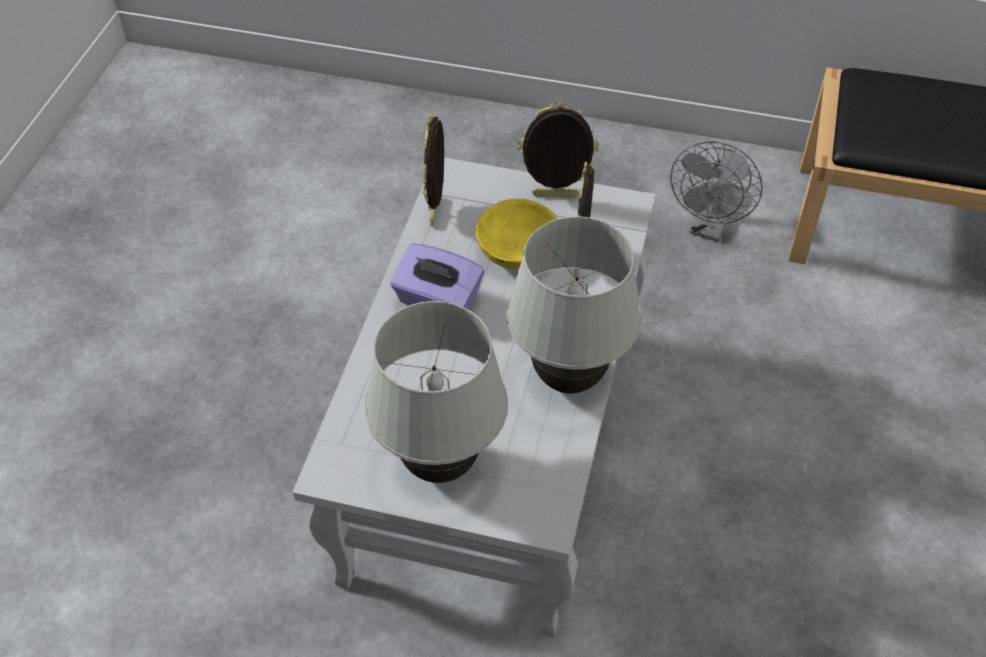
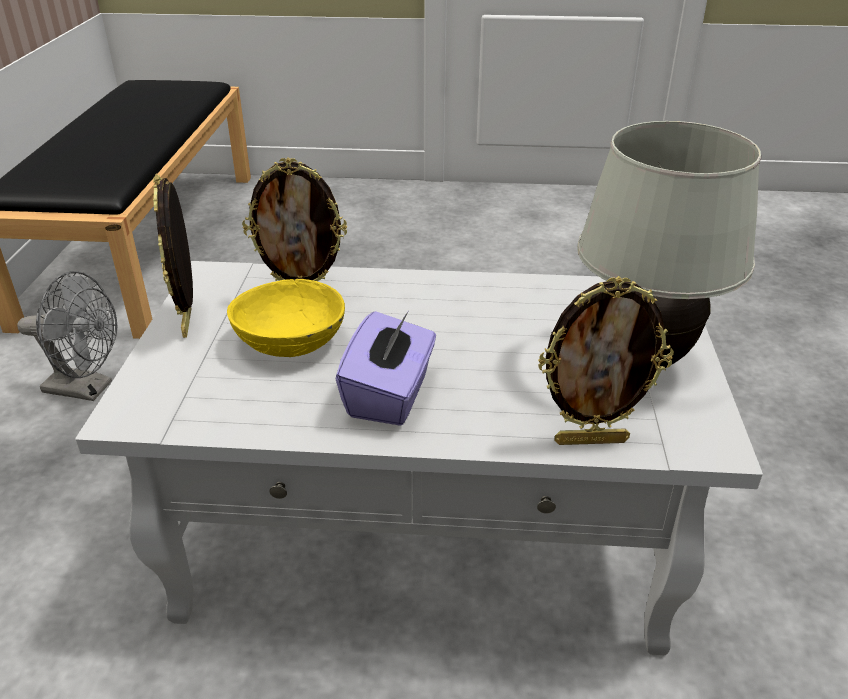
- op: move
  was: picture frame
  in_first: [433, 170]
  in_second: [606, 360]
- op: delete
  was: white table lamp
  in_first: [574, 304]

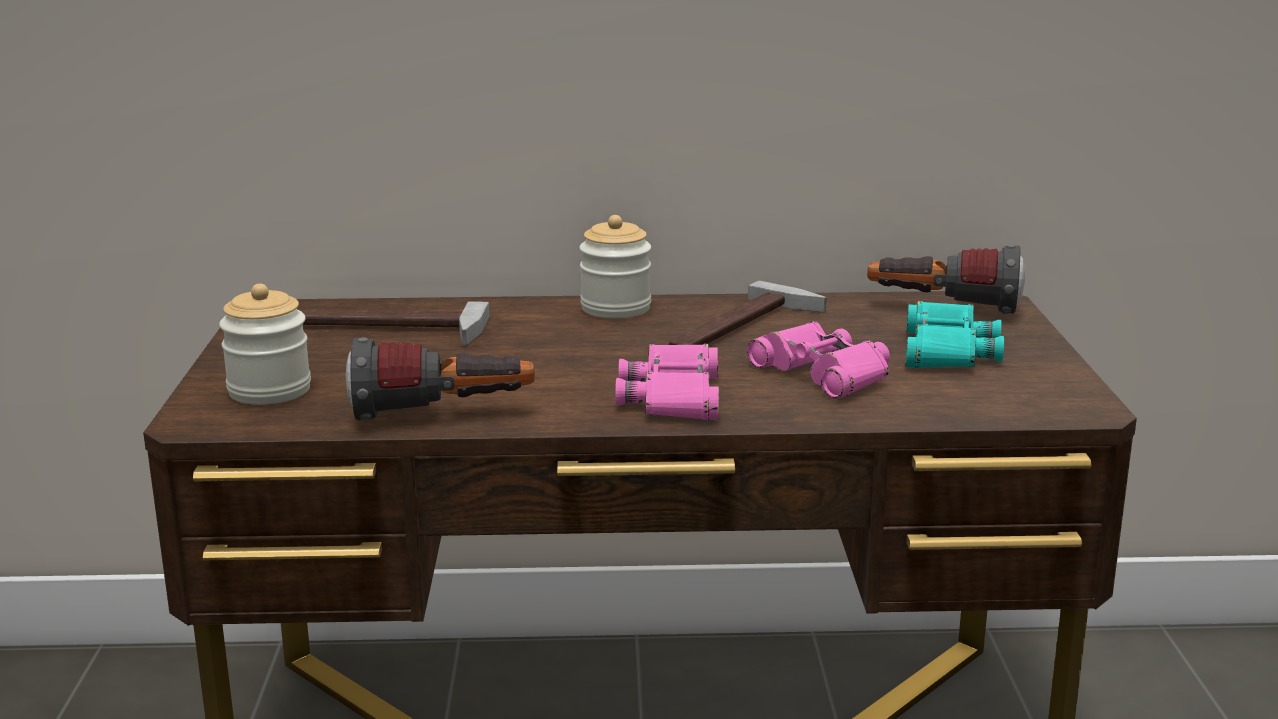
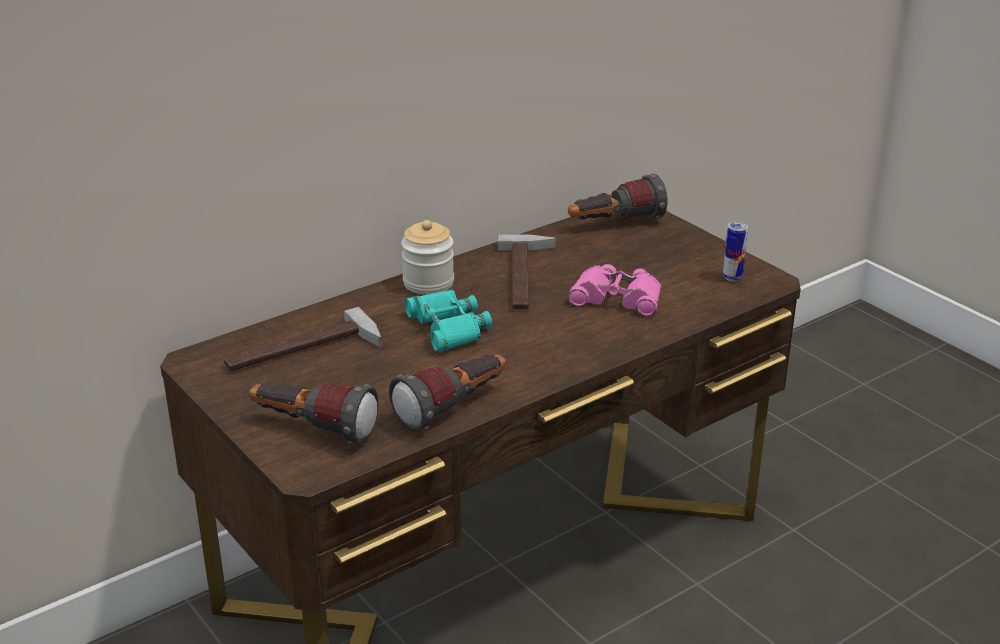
- op: replace
  was: jar
  now: flashlight
  in_first: [265, 344]
  in_second: [314, 413]
- op: move
  was: turquoise binoculars
  in_first: [955, 334]
  in_second: [448, 320]
- op: insert
  now: can
  in_second: [735, 251]
- op: delete
  was: pink binoculars
  in_first: [667, 382]

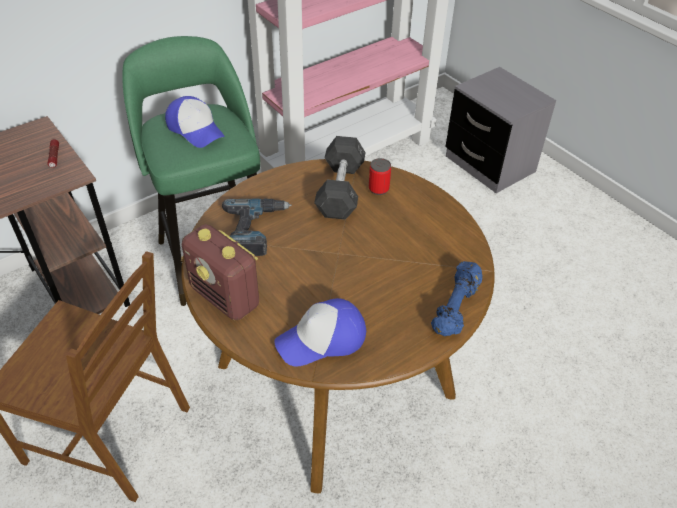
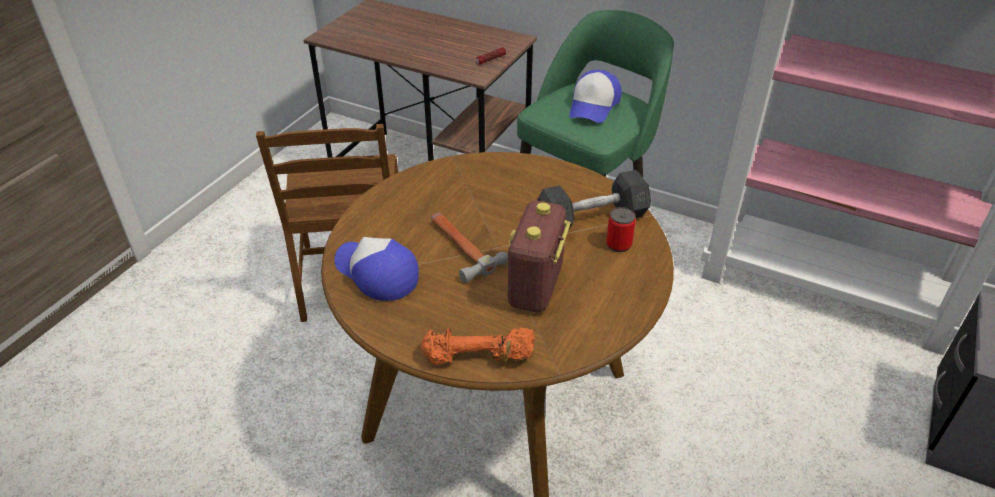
- op: recolor
  was: blue dumbbell
  now: orange dumbbell
  in_first: [457, 298]
  in_second: [478, 346]
- op: insert
  now: hammer
  in_second: [469, 248]
- op: move
  was: radio
  in_first: [220, 272]
  in_second: [539, 256]
- op: delete
  was: power drill
  in_first: [257, 227]

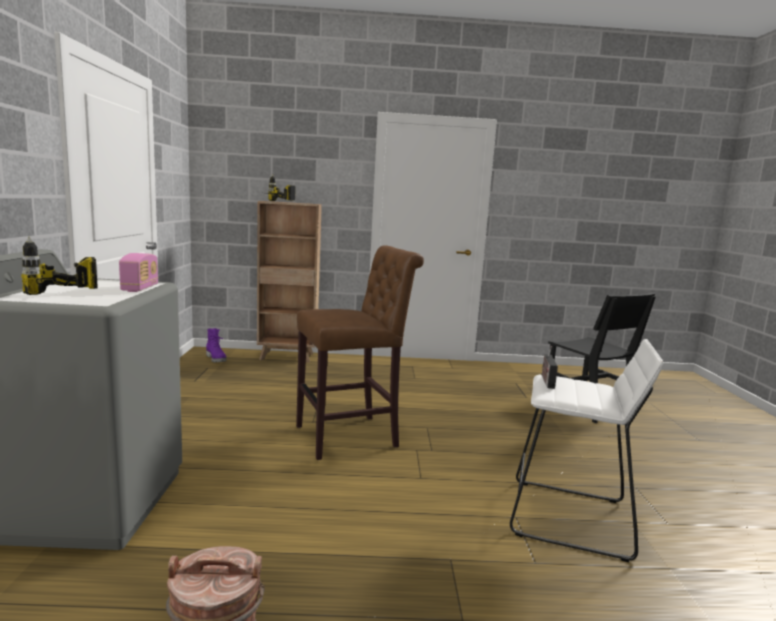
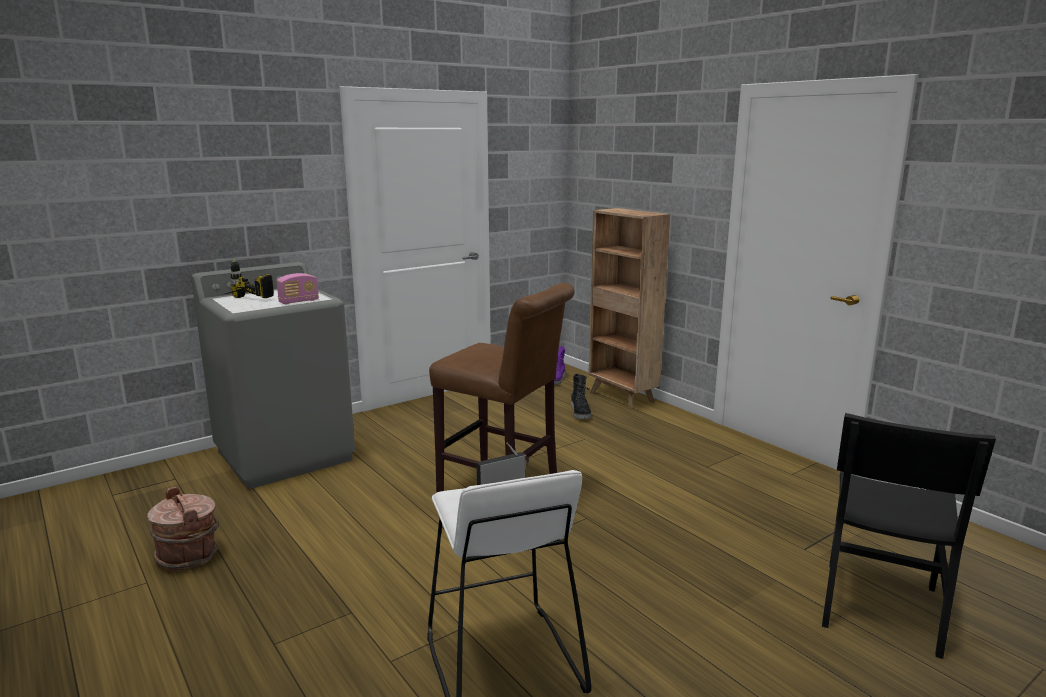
- op: insert
  now: black boot
  in_second: [581, 396]
- op: delete
  was: power drill
  in_first: [281, 187]

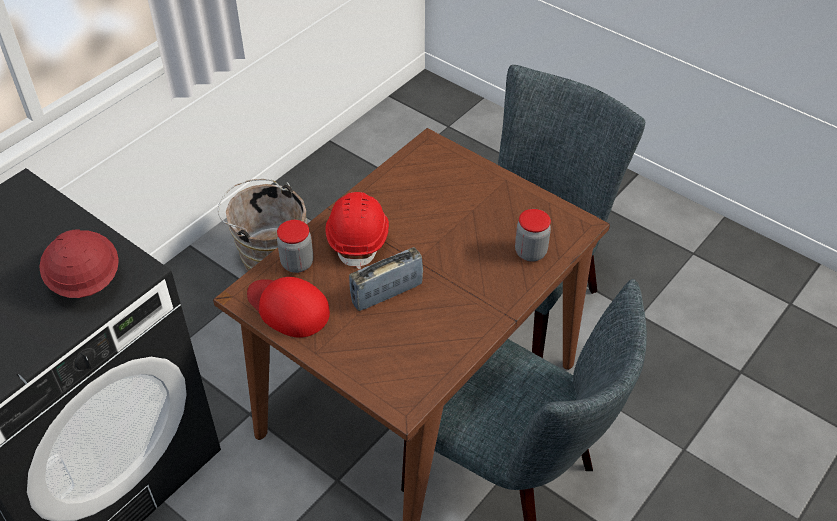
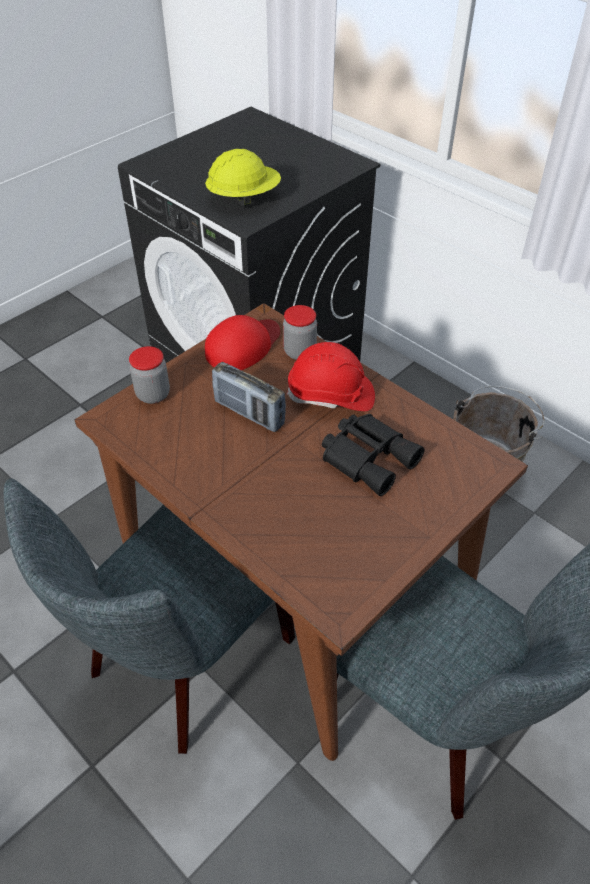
- op: move
  was: jar
  in_first: [533, 235]
  in_second: [149, 375]
- op: recolor
  was: red hard hat
  now: yellow hard hat
  in_first: [79, 264]
  in_second: [243, 177]
- op: rotate
  was: radio
  in_first: [386, 279]
  in_second: [249, 397]
  clockwise: 150
- op: insert
  now: black binoculars
  in_second: [373, 455]

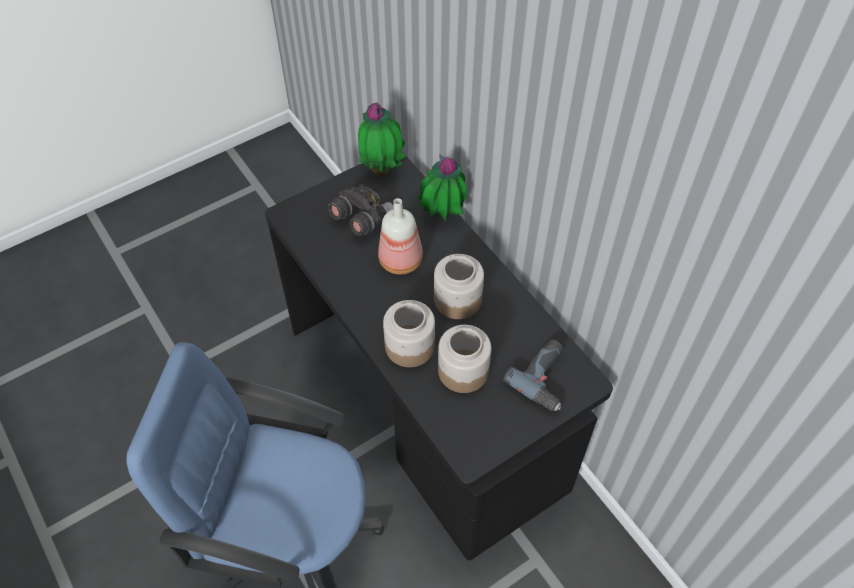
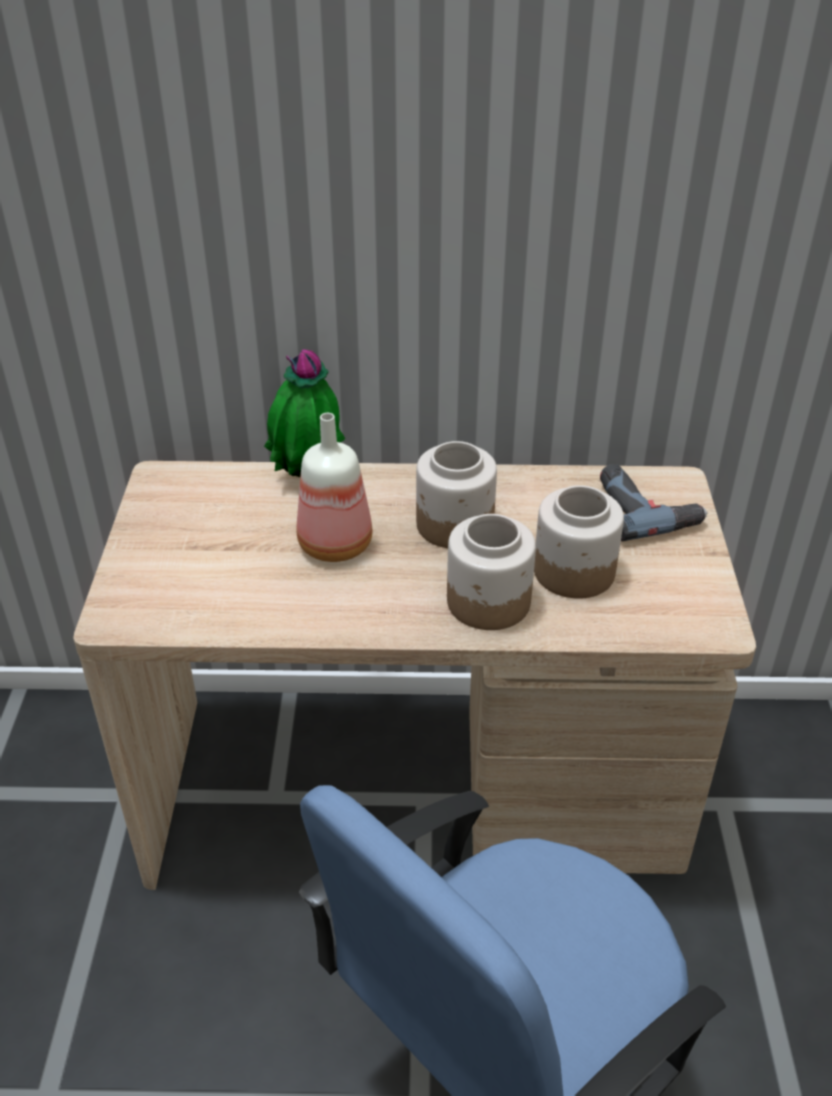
- op: recolor
  was: black desk
  now: beige desk
  in_first: [439, 358]
  in_second: [414, 675]
- op: delete
  was: grey binoculars
  in_first: [361, 210]
- op: delete
  was: potted plant
  in_first: [382, 139]

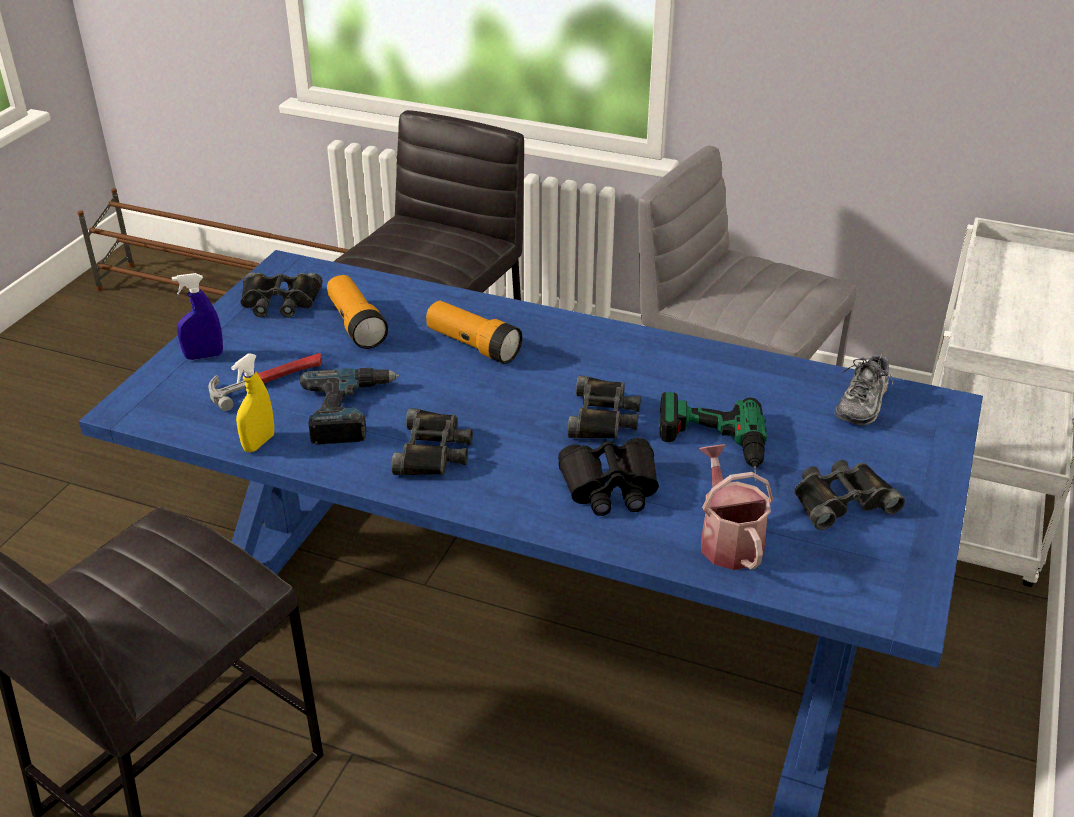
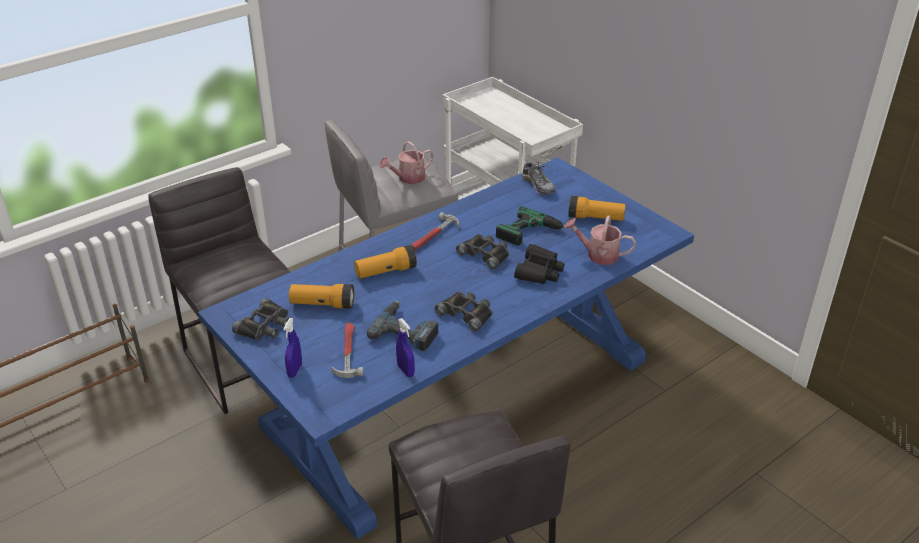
- op: insert
  now: watering can
  in_second: [406, 162]
- op: recolor
  was: yellow spray bottle
  now: blue spray bottle
  in_first: [252, 402]
  in_second: [405, 347]
- op: insert
  now: hammer
  in_second: [435, 231]
- op: replace
  was: black binoculars
  now: flashlight
  in_first: [849, 495]
  in_second: [597, 208]

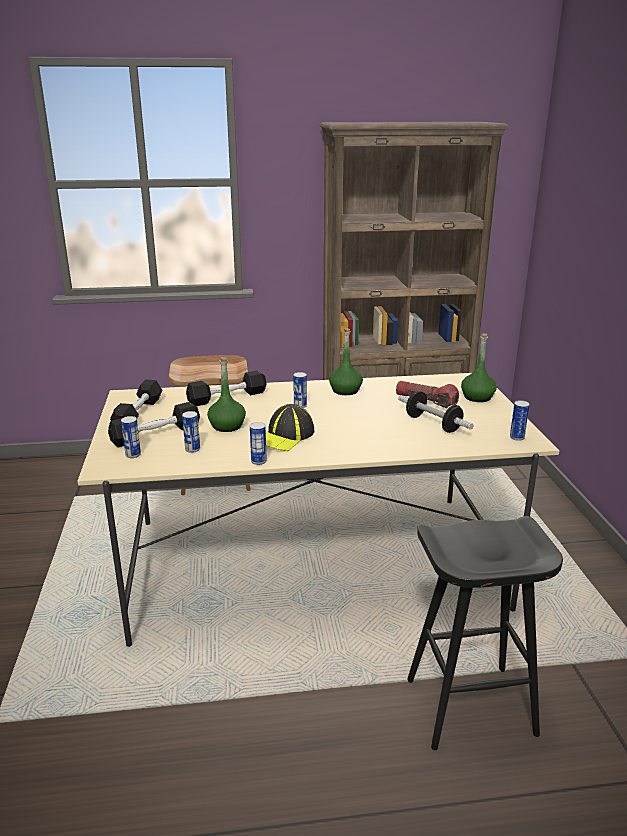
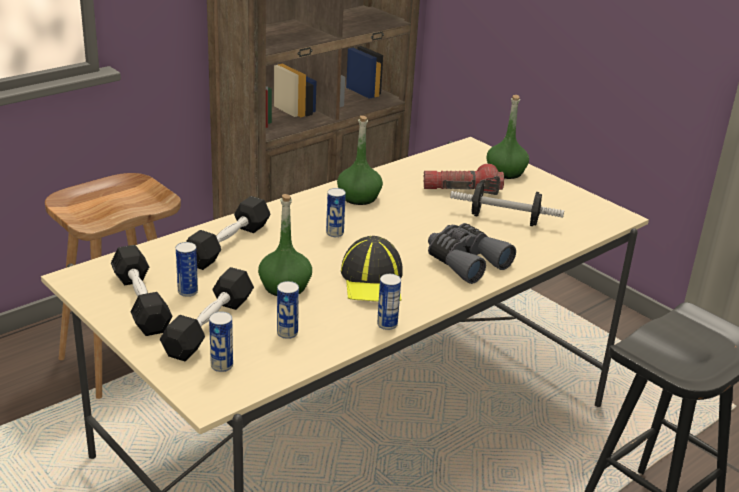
- op: move
  was: can
  in_first: [520, 420]
  in_second: [187, 269]
- op: insert
  now: grey binoculars
  in_second: [472, 253]

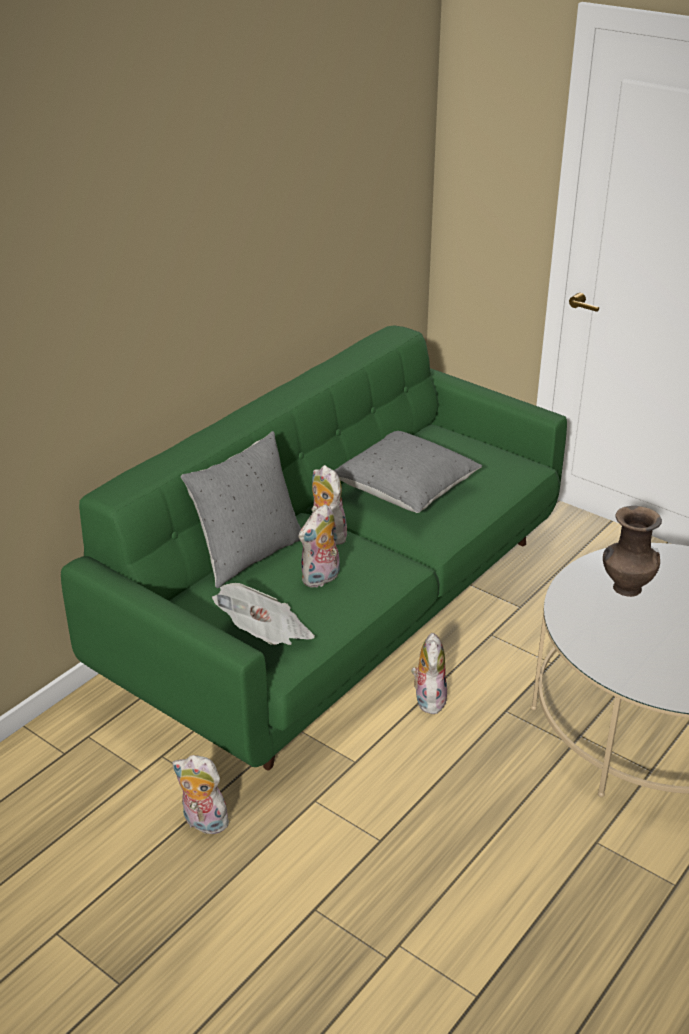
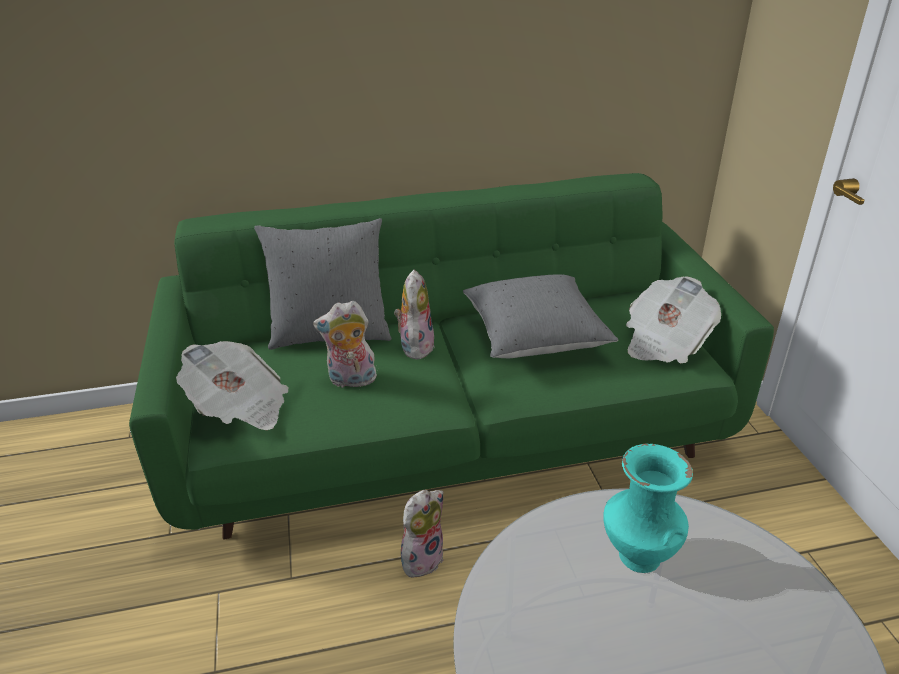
- op: recolor
  was: brown vase
  now: turquoise vase
  in_first: [632, 551]
  in_second: [648, 508]
- op: insert
  now: newspaper
  in_second: [673, 319]
- op: delete
  was: plush toy
  in_first: [200, 794]

